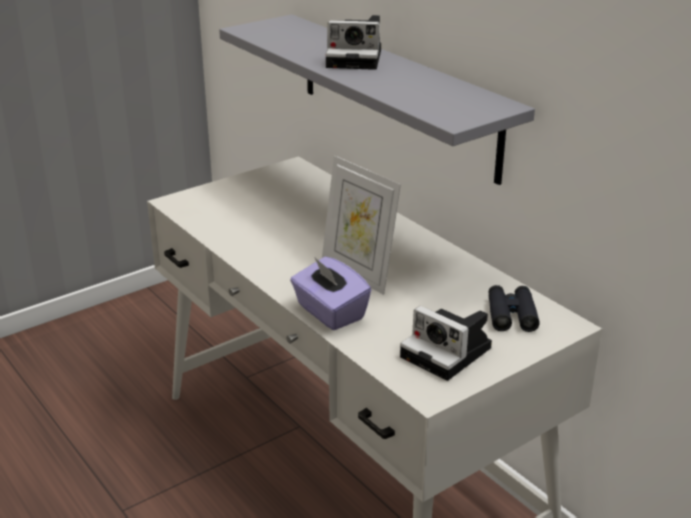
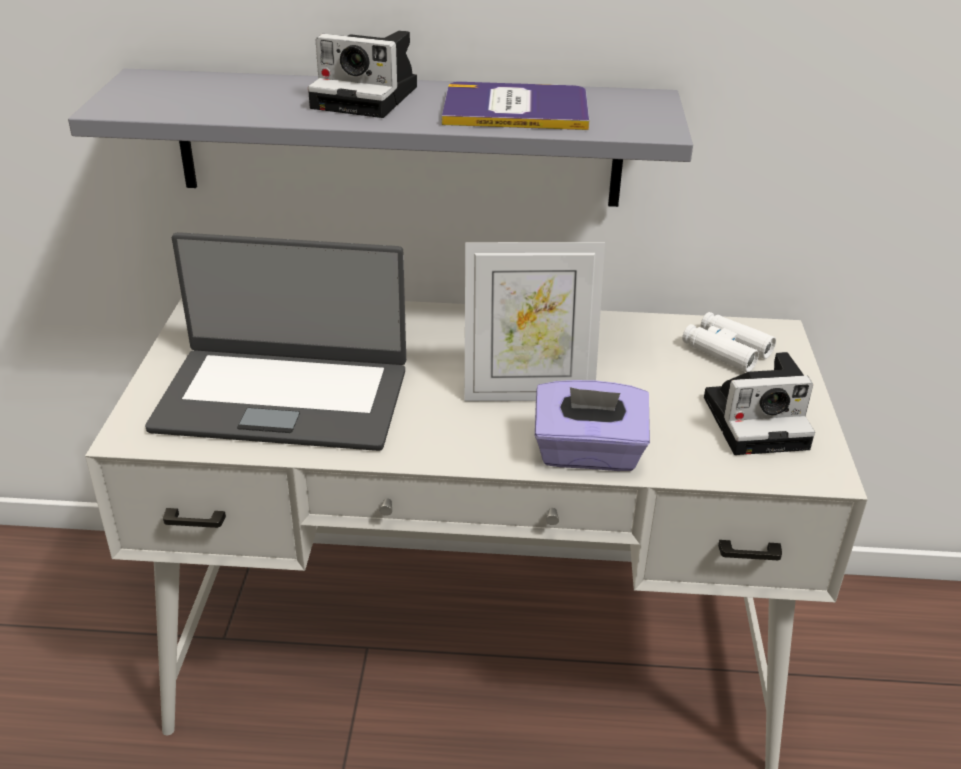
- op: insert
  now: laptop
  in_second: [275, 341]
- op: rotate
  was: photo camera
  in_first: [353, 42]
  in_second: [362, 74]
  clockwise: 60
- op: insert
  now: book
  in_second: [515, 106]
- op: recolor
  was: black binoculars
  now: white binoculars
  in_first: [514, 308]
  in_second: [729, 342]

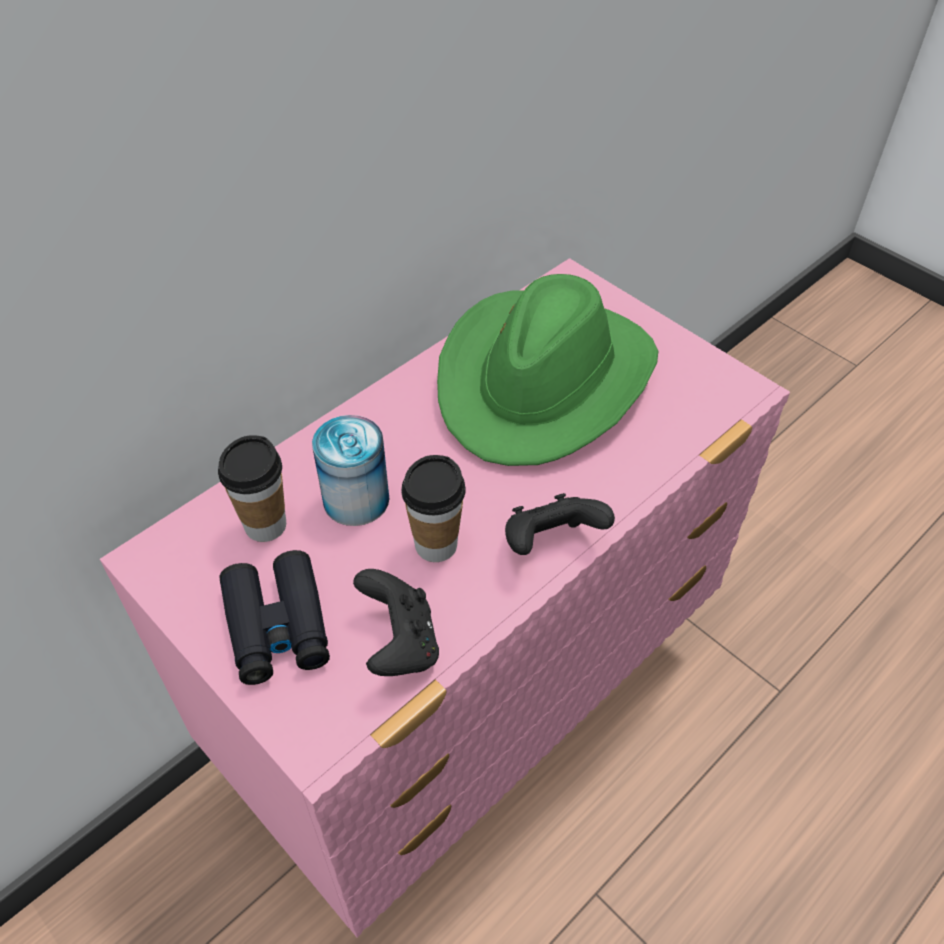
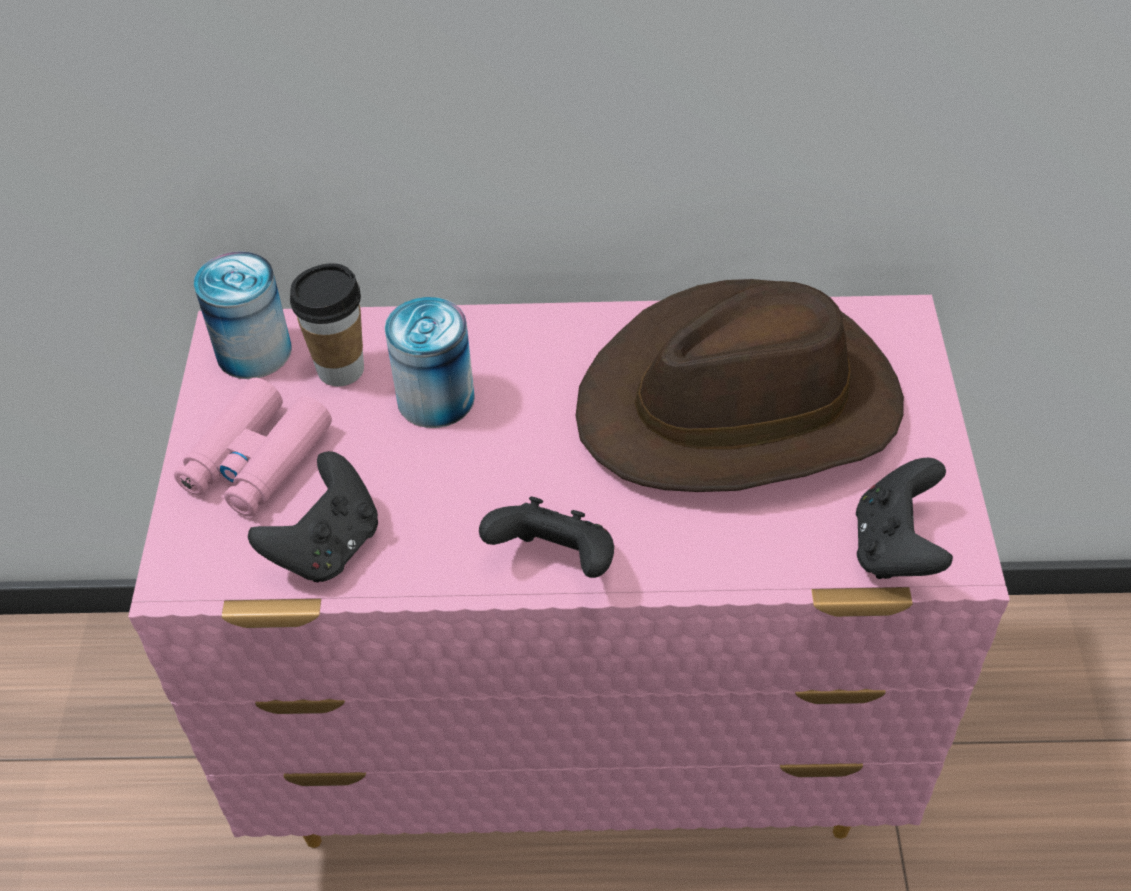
- op: recolor
  was: black binoculars
  now: pink binoculars
  in_first: [274, 617]
  in_second: [253, 447]
- op: insert
  now: can
  in_second: [243, 315]
- op: recolor
  was: green hat
  now: brown hat
  in_first: [547, 370]
  in_second: [740, 385]
- op: insert
  now: black game controller
  in_second: [904, 518]
- op: delete
  was: cup
  in_first: [433, 508]

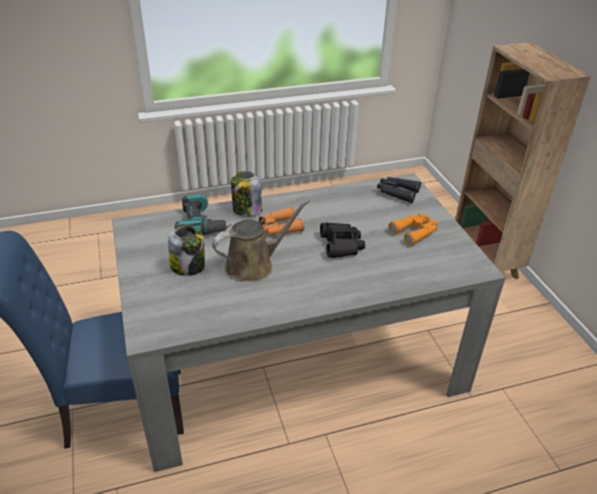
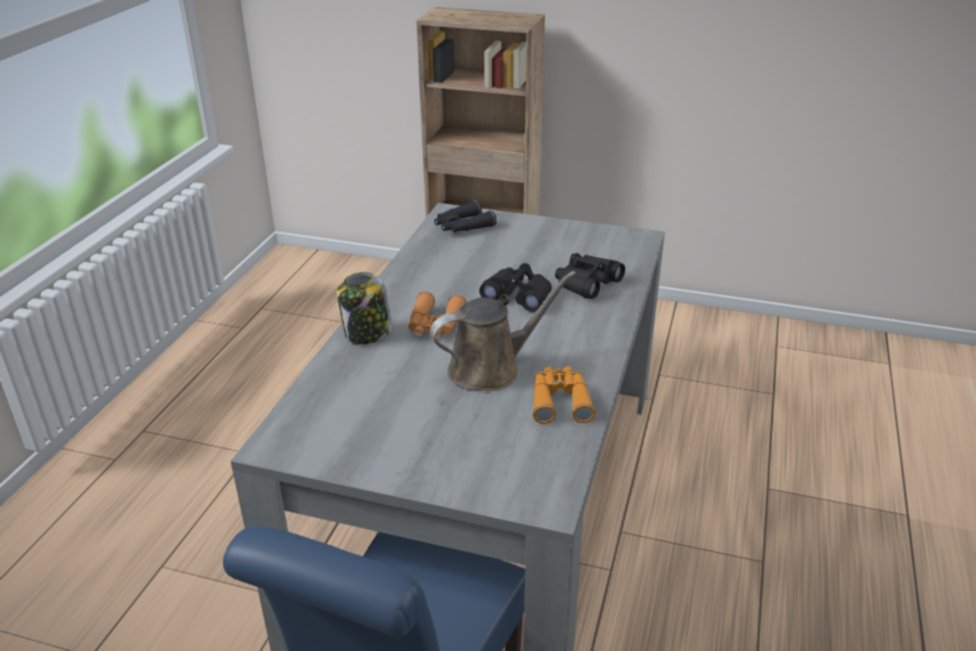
- op: rotate
  was: brown watering can
  in_first: [261, 240]
  in_second: [503, 331]
  clockwise: 60
- op: move
  was: orange binoculars
  in_first: [413, 230]
  in_second: [564, 395]
- op: insert
  now: black binoculars
  in_second: [590, 276]
- op: delete
  was: jar
  in_first: [186, 251]
- op: delete
  was: power drill
  in_first: [203, 214]

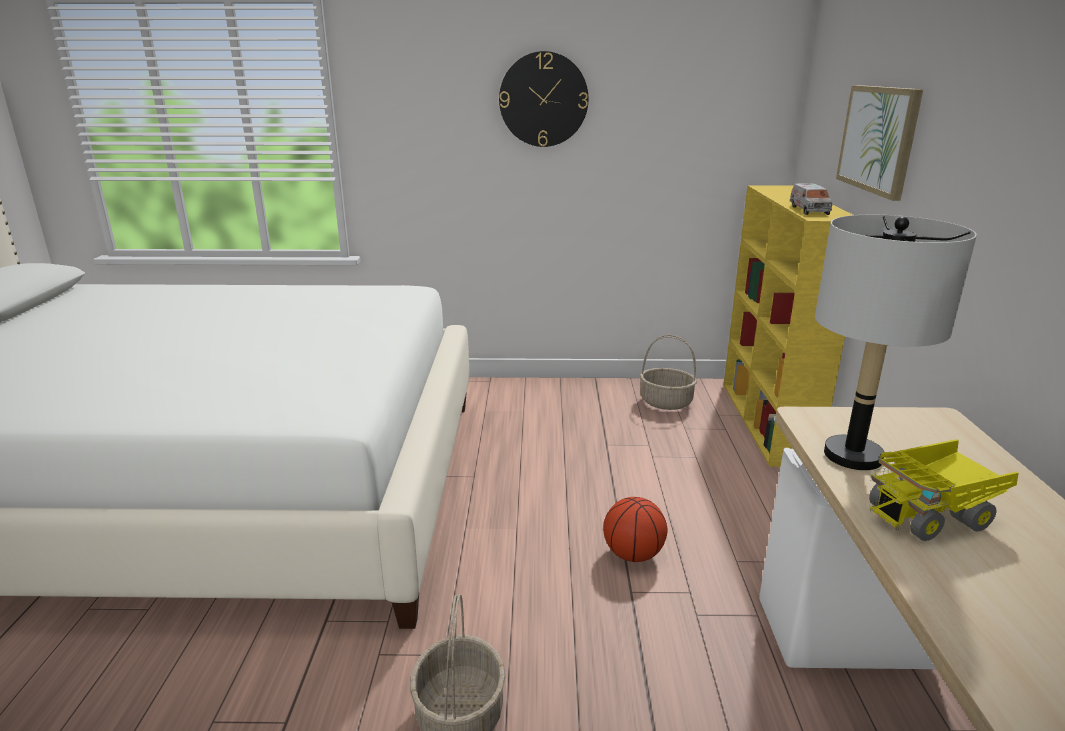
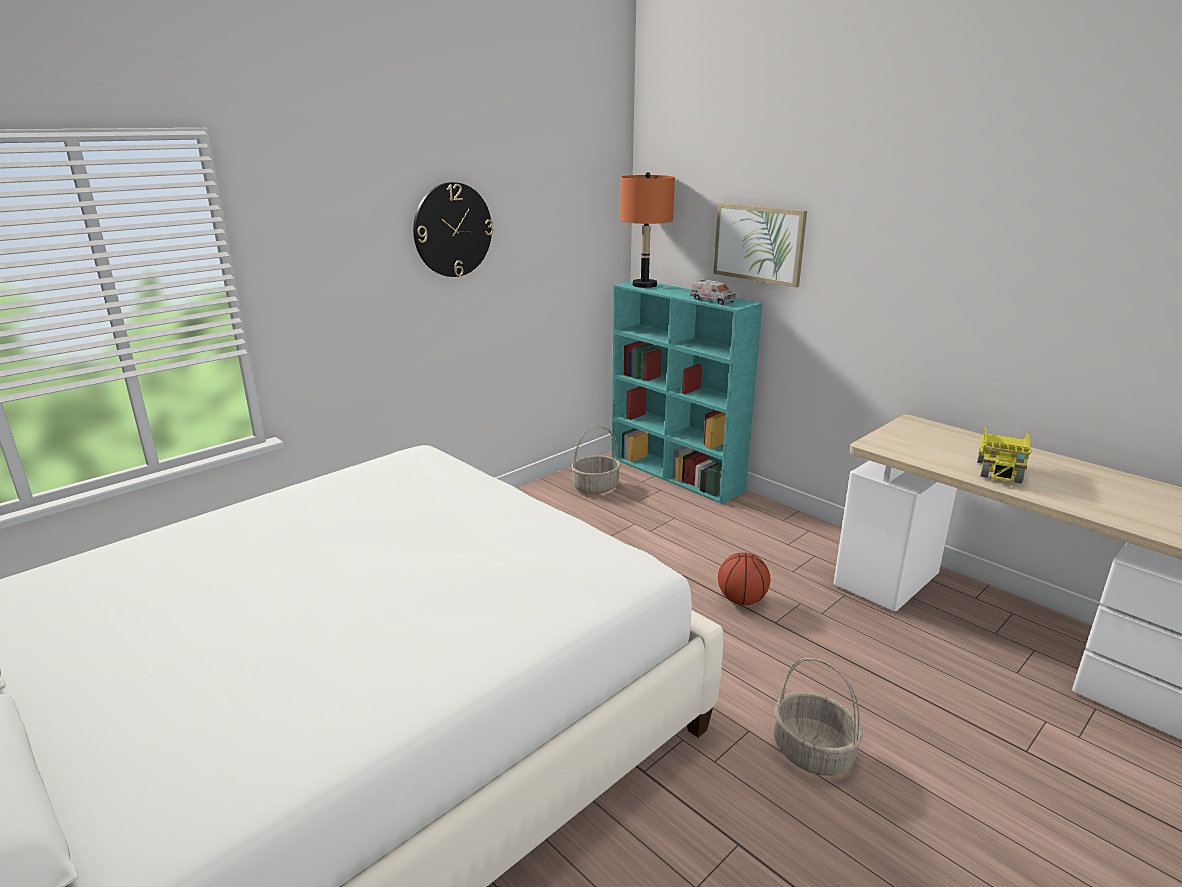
- op: recolor
  was: yellow bookcase
  now: turquoise bookcase
  in_first: [788, 326]
  in_second: [687, 392]
- op: insert
  now: orange table lamp
  in_second: [647, 230]
- op: delete
  was: grey table lamp
  in_first: [896, 342]

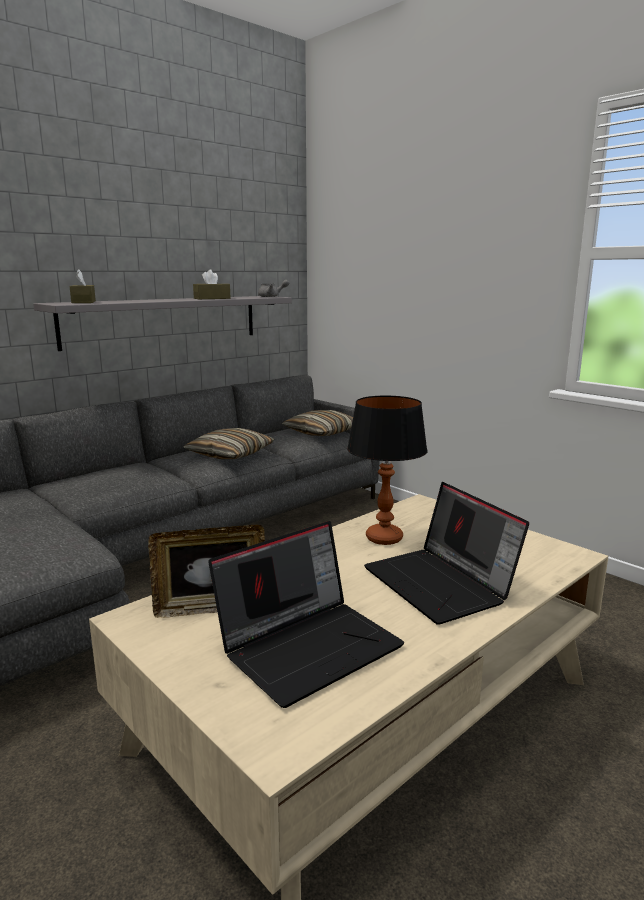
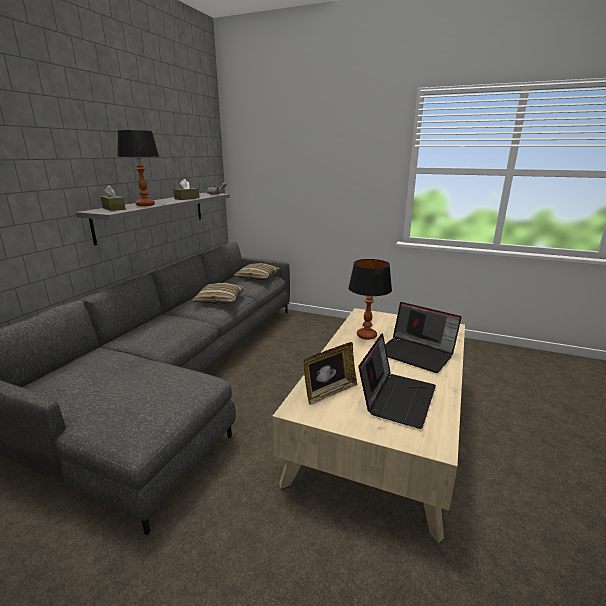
- op: insert
  now: table lamp
  in_second: [138, 168]

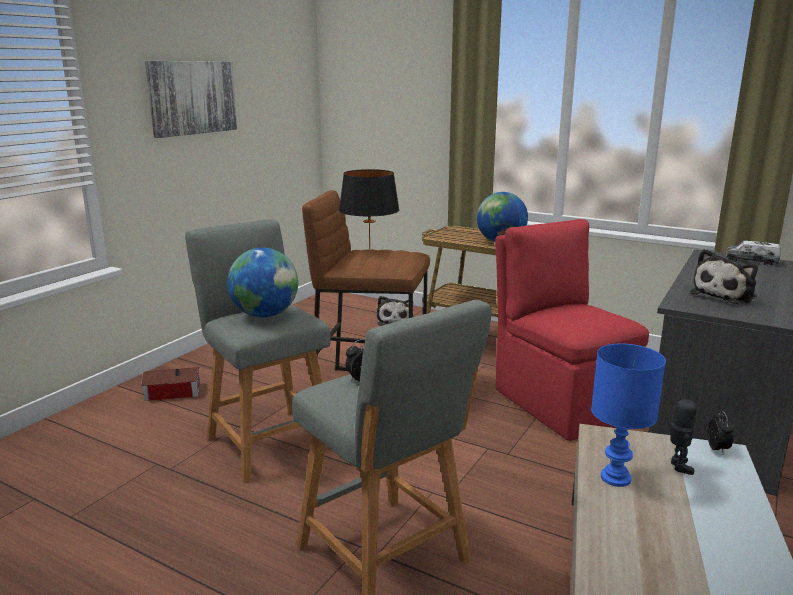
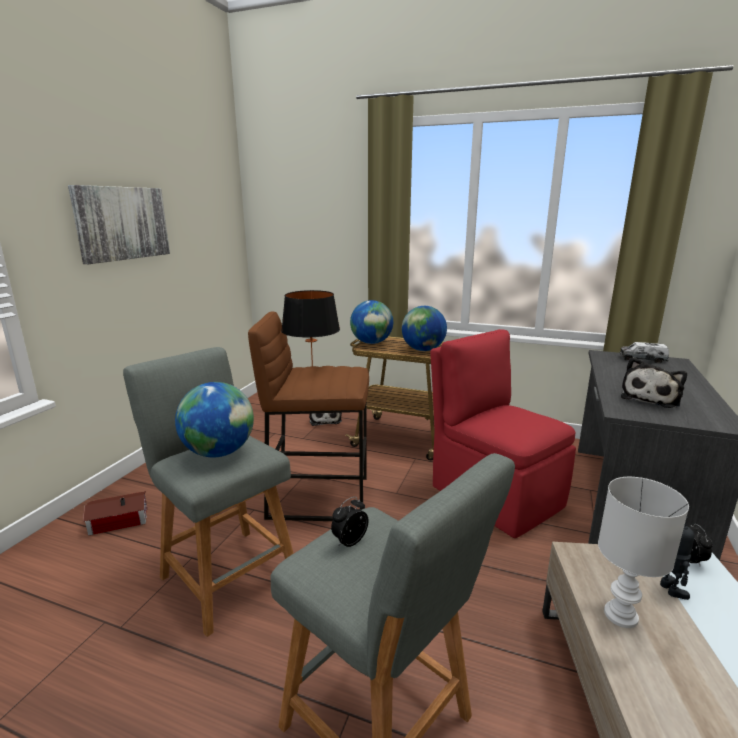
- op: insert
  now: globe
  in_second: [371, 322]
- op: recolor
  was: blue table lamp
  now: white table lamp
  in_first: [628, 415]
  in_second: [643, 552]

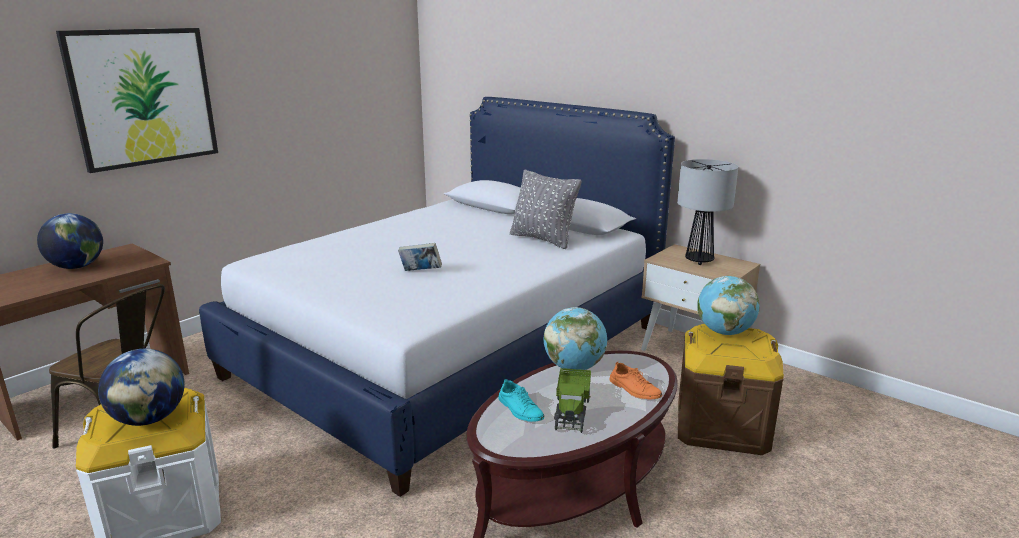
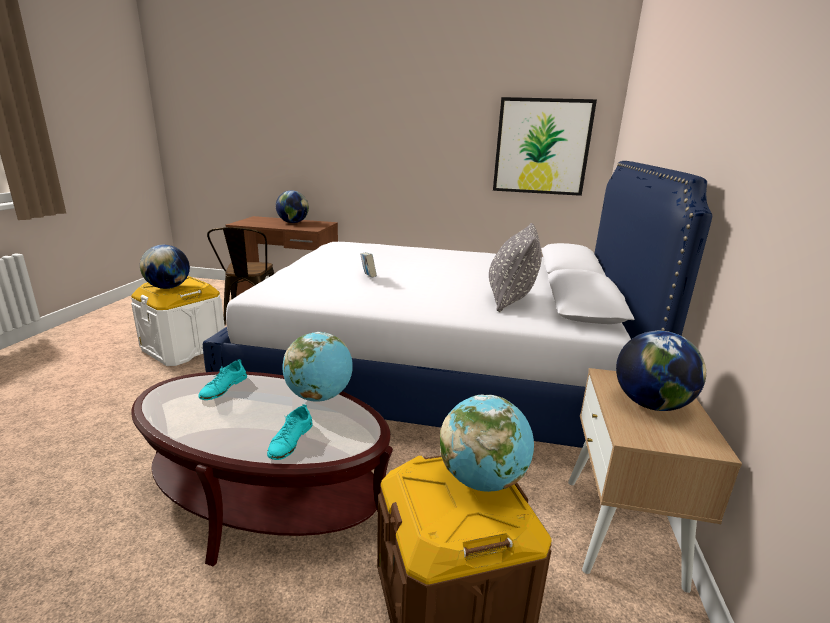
- op: recolor
  was: orange shoe
  now: turquoise shoe
  in_first: [635, 380]
  in_second: [290, 432]
- op: move
  was: picture
  in_first: [137, 100]
  in_second: [545, 146]
- op: replace
  was: table lamp
  now: globe
  in_first: [707, 212]
  in_second: [661, 371]
- op: delete
  was: toy truck
  in_first: [572, 400]

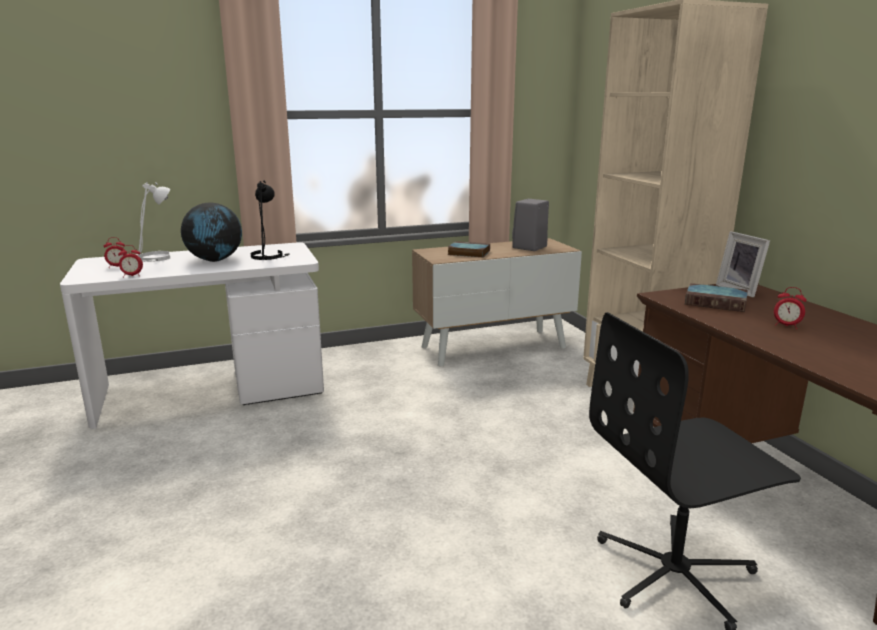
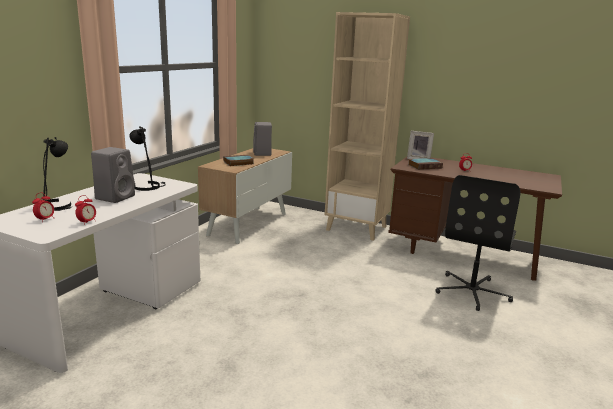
- op: recolor
  was: white table lamp
  now: black table lamp
  in_first: [154, 222]
  in_second: [57, 174]
- op: replace
  was: globe
  now: grey speaker
  in_first: [211, 232]
  in_second: [113, 175]

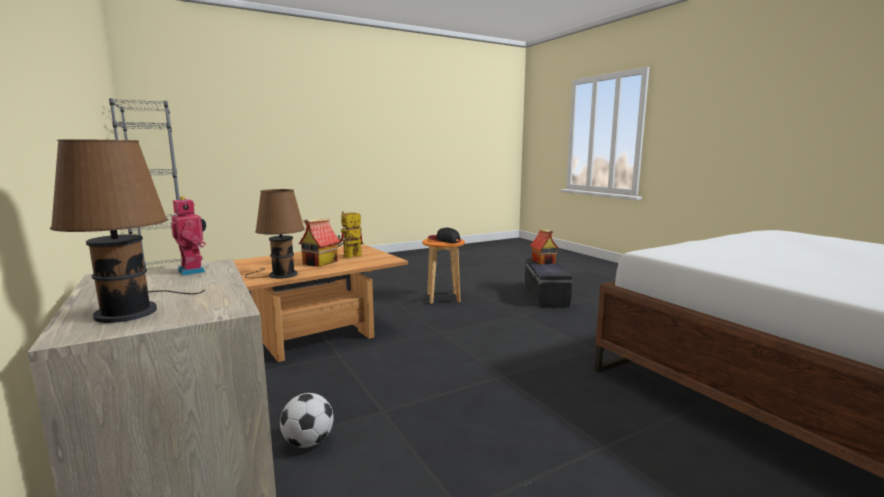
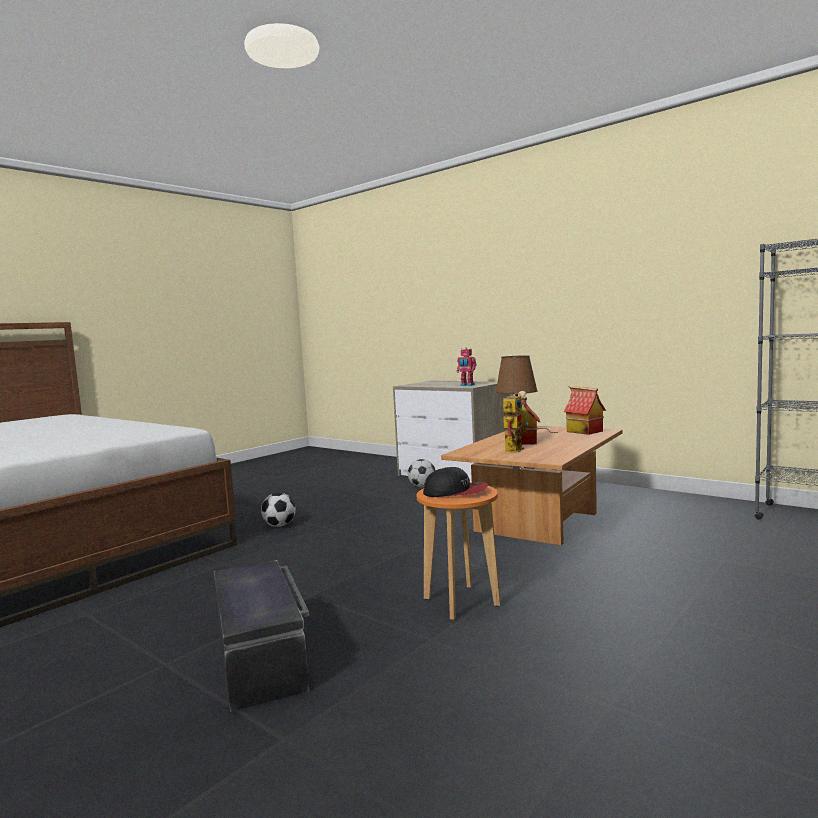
- op: insert
  now: football
  in_second: [278, 510]
- op: move
  was: toy house
  in_first: [544, 247]
  in_second: [585, 409]
- op: delete
  was: brown table lamp
  in_first: [127, 231]

